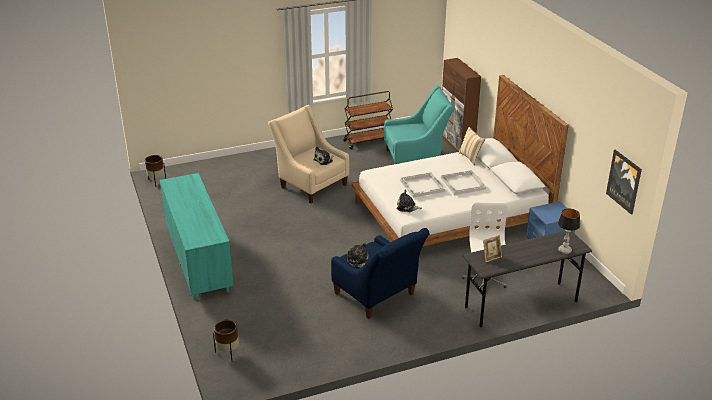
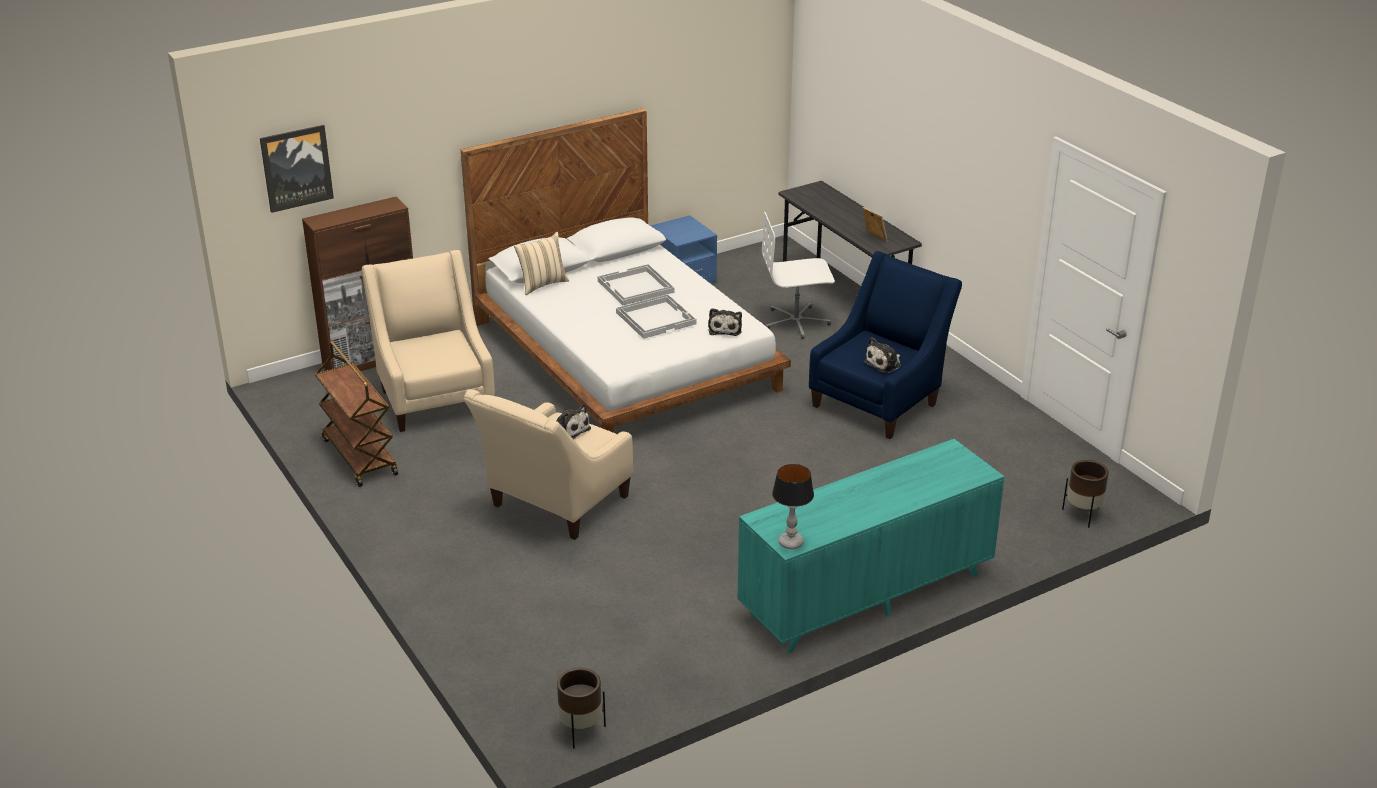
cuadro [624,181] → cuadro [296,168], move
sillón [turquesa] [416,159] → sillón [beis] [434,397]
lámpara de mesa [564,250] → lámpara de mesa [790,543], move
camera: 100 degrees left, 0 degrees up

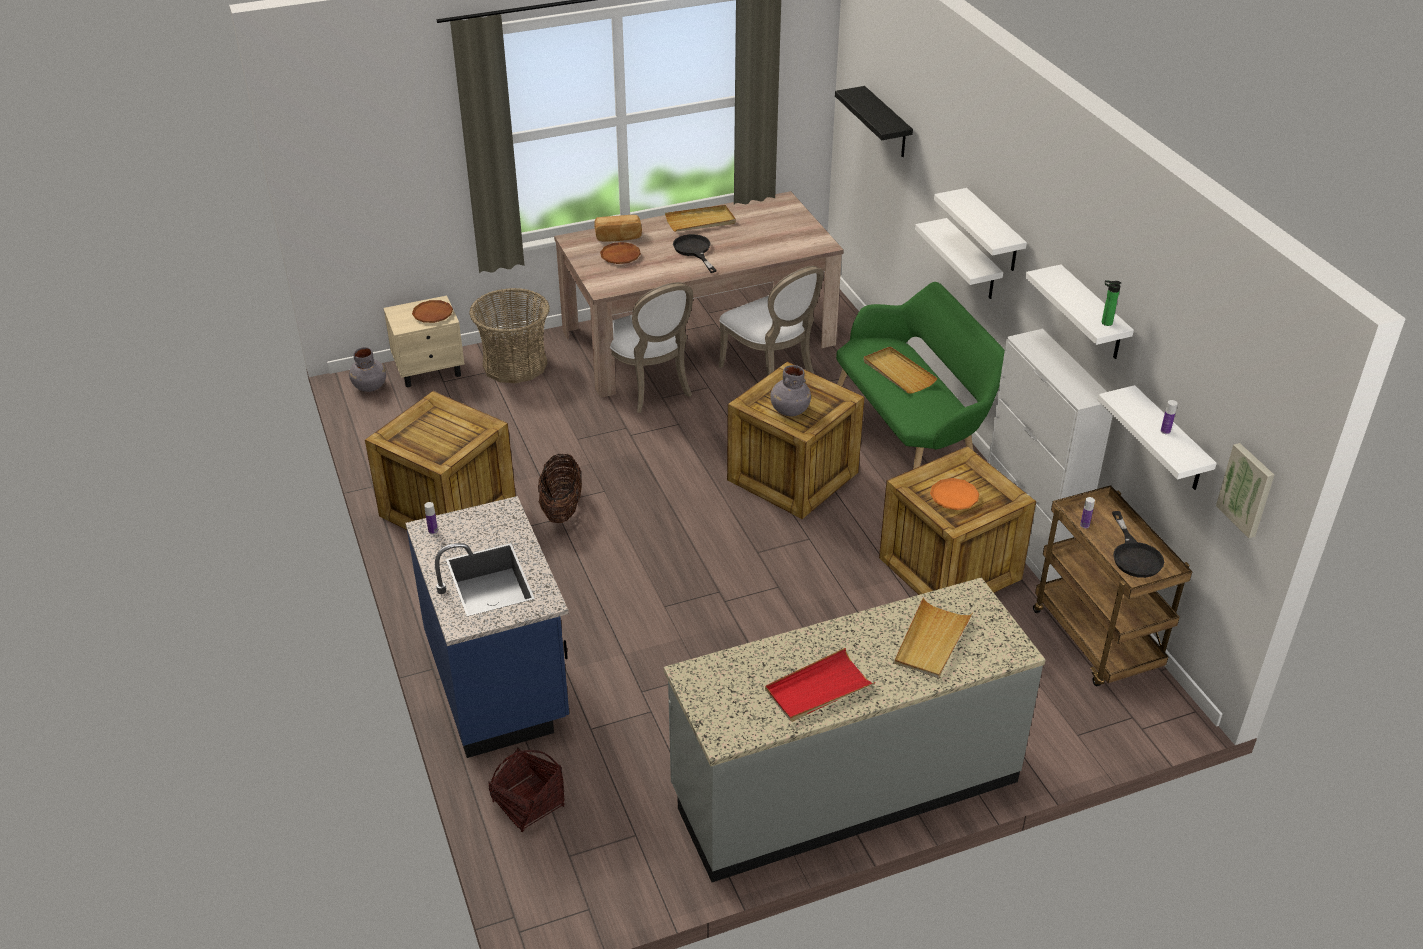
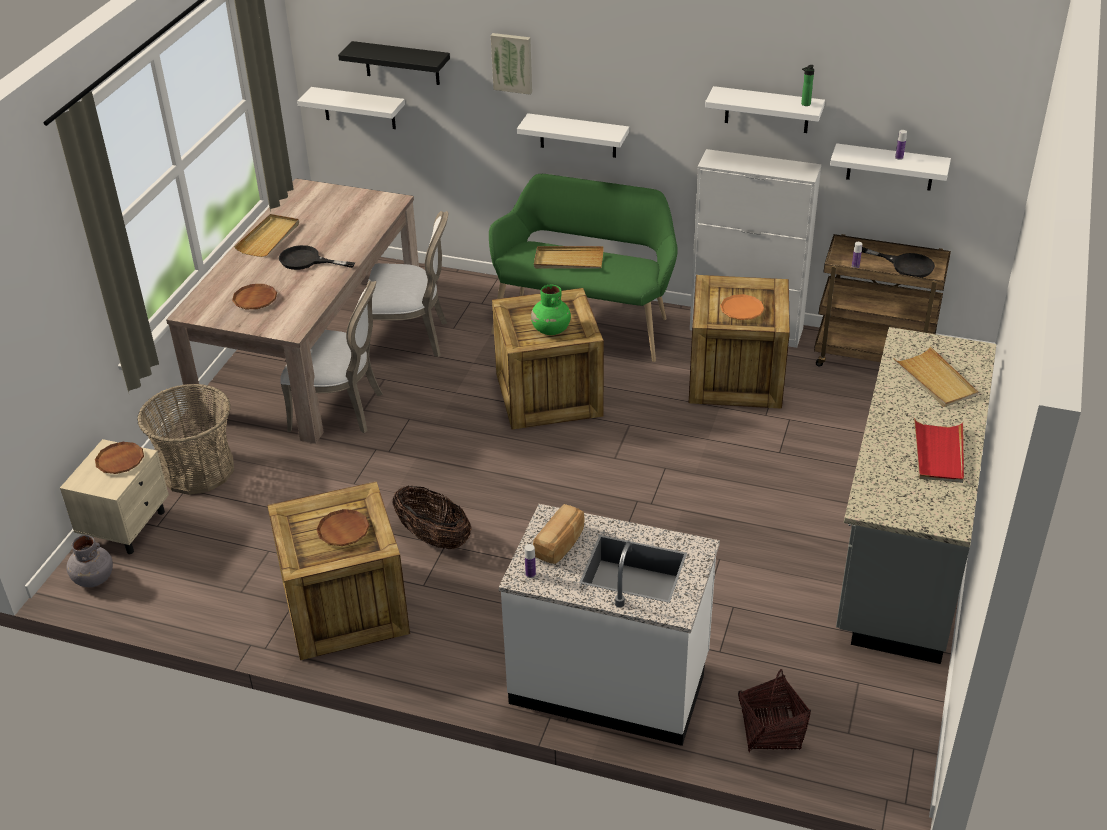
estante [blanco] [993,231] → estante [blanco] [359,108], move
- → plato [marrón] [343,531]
cuadro [1247,489] → cuadro [512,62], move
mueble bajo de cocina [azul] [499,681] → mueble bajo de cocina [blanco] [610,681]
florero [gris] [789,410] → florero [verde] [551,330]
pan [618,237] → pan [561,544], move
camera: 50 degrees left, 0 degrees up

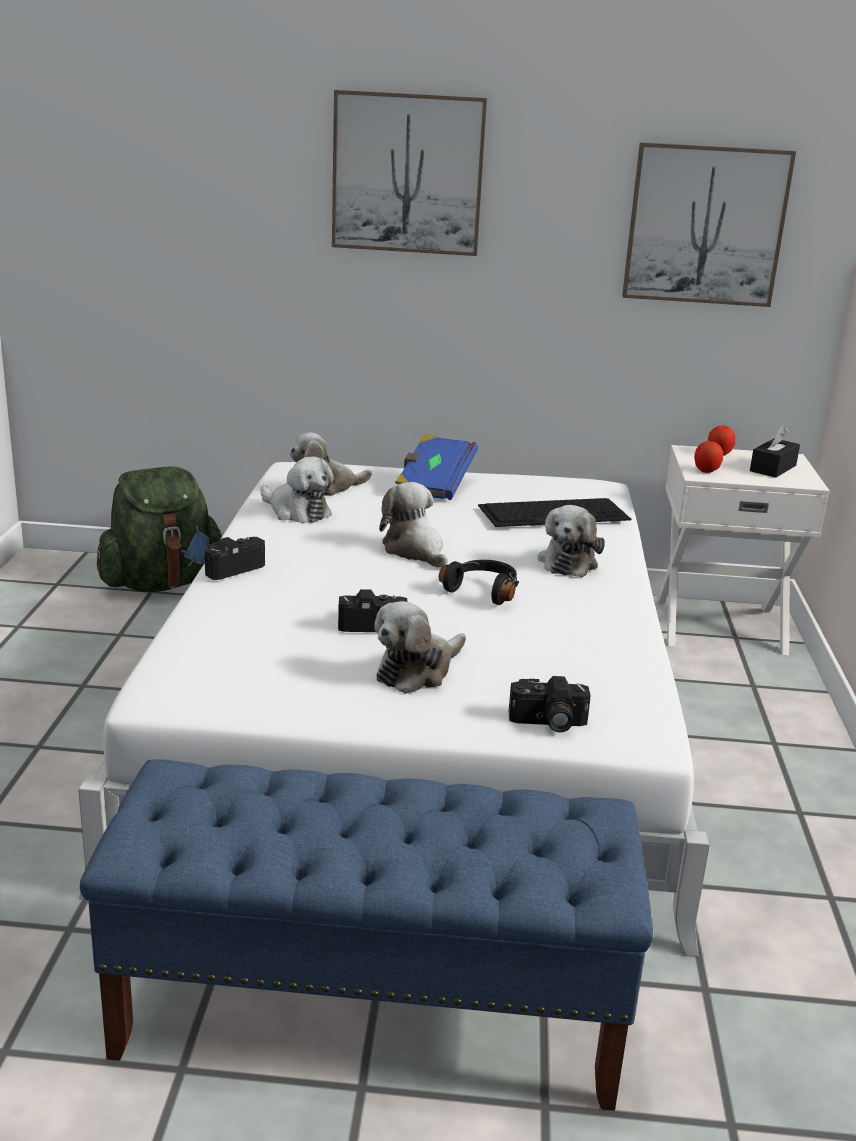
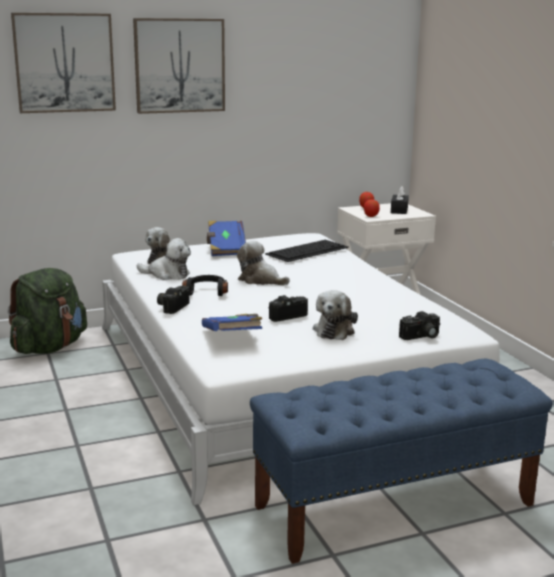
cuadro [705,225] → cuadro [64,63], move
auriculares [negro] [483,590] → auriculares [negro] [206,291], move
- → libro [azul] [233,337]
peluche [569,562] → -
camera: 25 degrees left, 5 degrees down

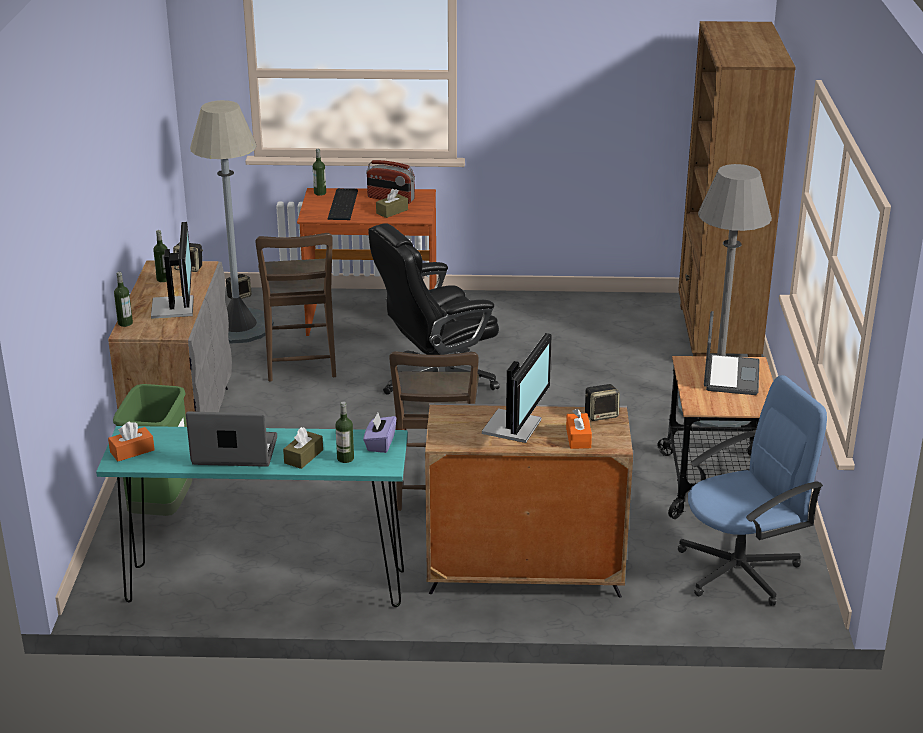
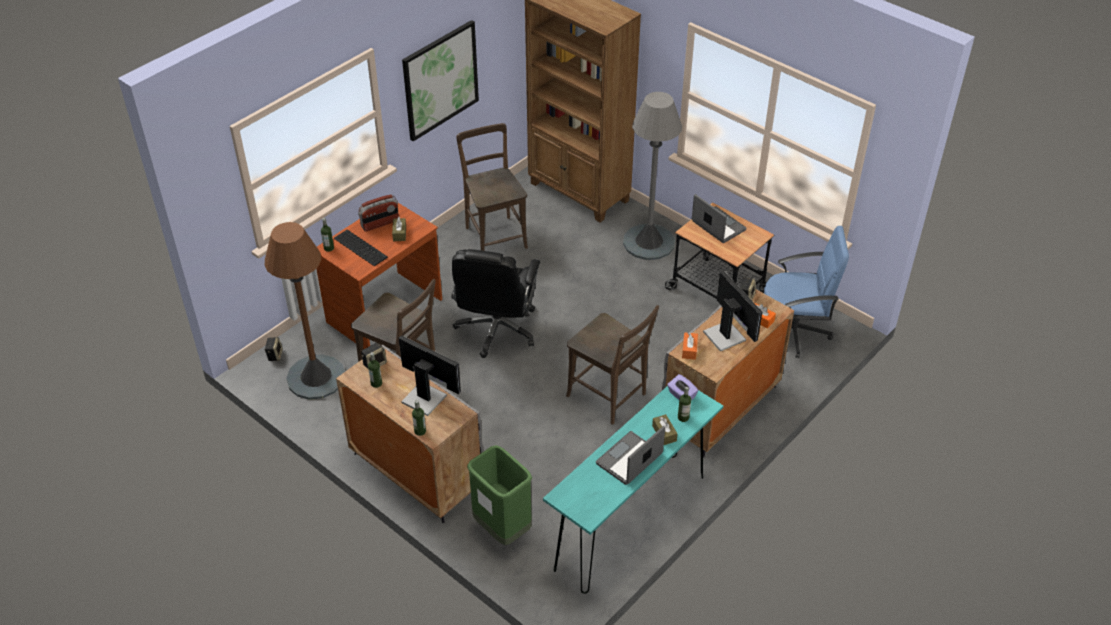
lámpara de pie [gris] [238,326] → lámpara de pie [marrón] [316,377]
- → cuadro [440,80]
- → silla [marrón] [494,235]
caja de pañuelos [naranja] [132,451] → caja de pañuelos [naranja] [689,349], move
silla de oficina [azul] [740,570] → silla de oficina [azul] [794,330], 75 degrees clockwise
camera: 50 degrees left, 15 degrees up

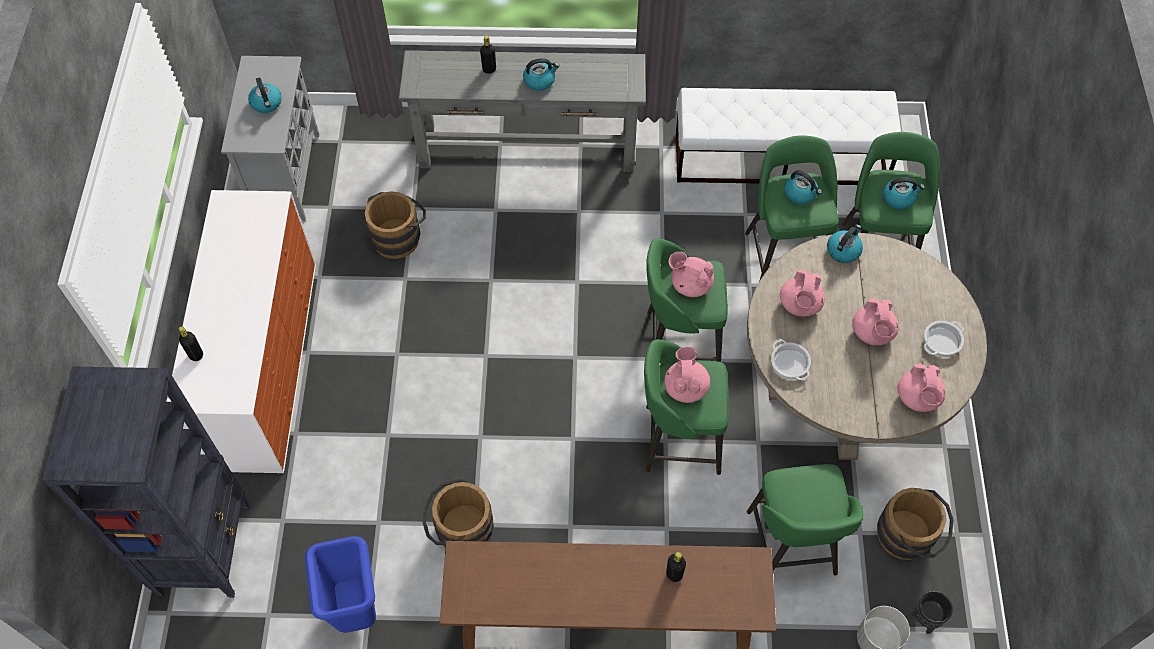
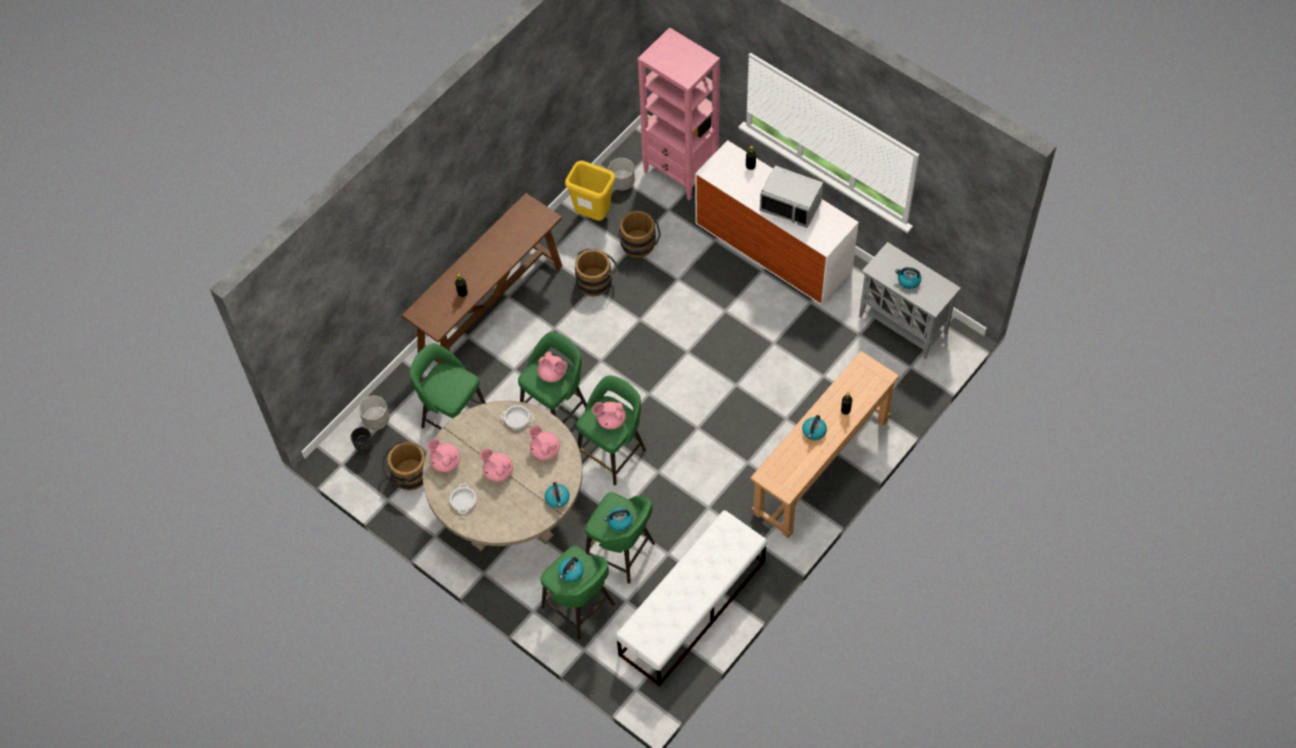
papelera [azul] [356,610] → papelera [amarillo] [593,215]
tetera [rosa] [690,284] → tetera [rosa] [610,420], 150 degrees counterclockwise
- → maceta [gris] [622,182]
cubo [marrón] [399,236] → cubo [marrón] [639,247], move
estantería [negro] [205,548] → estantería [rosa] [681,172]
mesa consola [gris] [527,148] → mesa consola [marrón] [820,466]
- → microondas [gris] [791,205]
camera: 130 degrees right, 0 degrees up

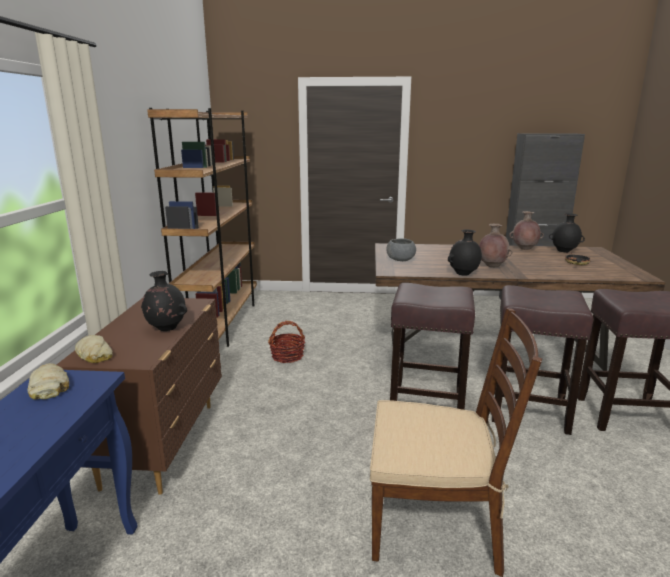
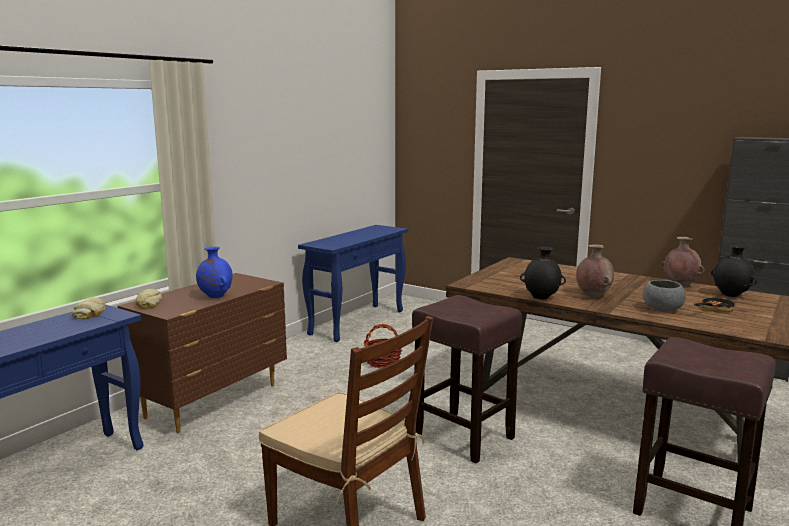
florero [negro] [166,328] → florero [azul] [215,296]
estantería [marrón] [222,323] → mesa consola [azul] [357,322]
cuenco [gris] [400,260] → cuenco [gris] [662,309], move
taburete [marrón] [527,411] → -
camera: 30 degrees right, 5 degrees down

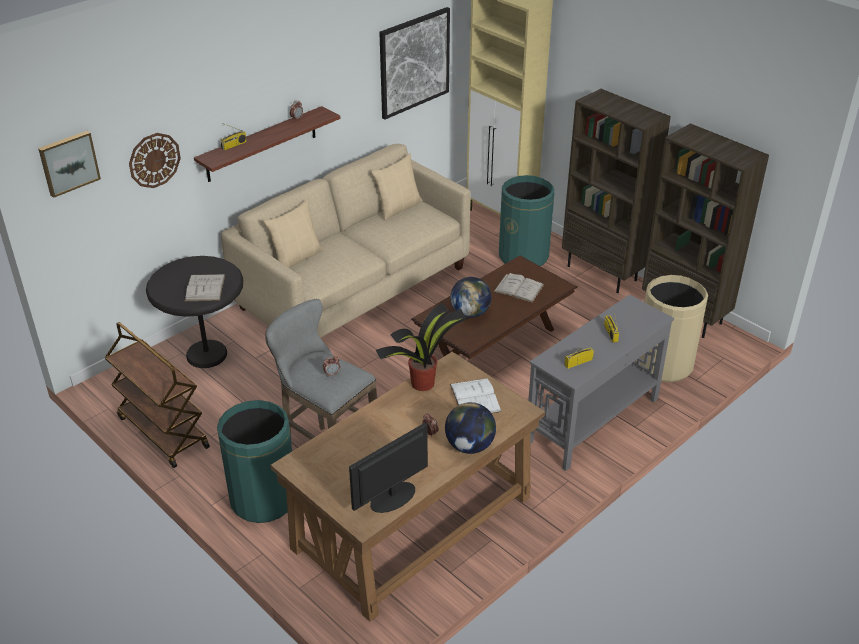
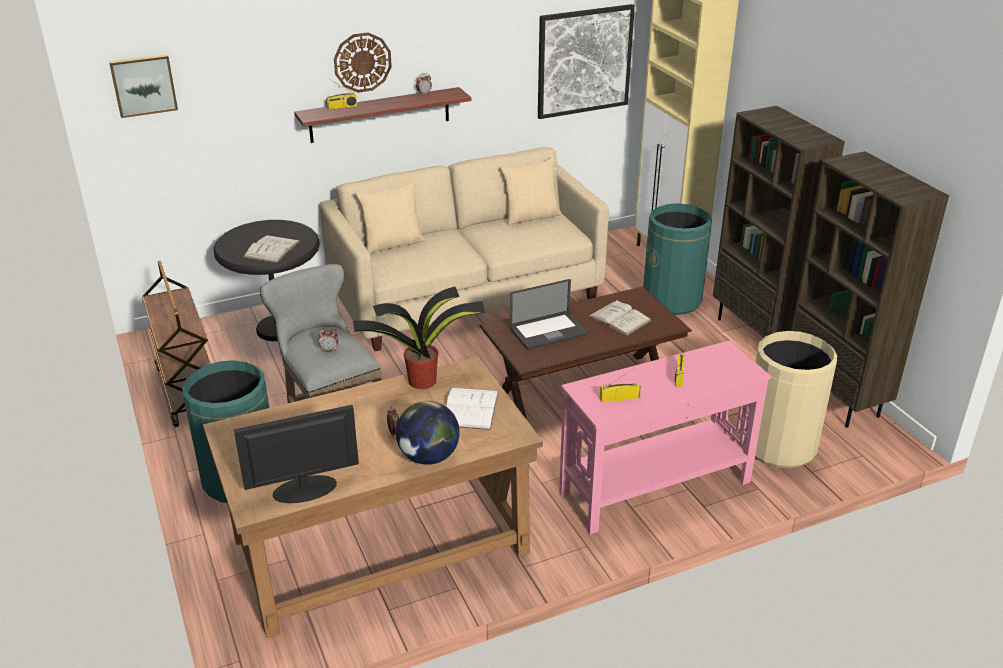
reloj de pared [154,160] → reloj de pared [362,62], move
globo terráqueo [470,313] → portátil [548,332]
mesa consola [gris] [592,421] → mesa consola [rosa] [654,487]
camera: 20 degrees right, 5 degrees down

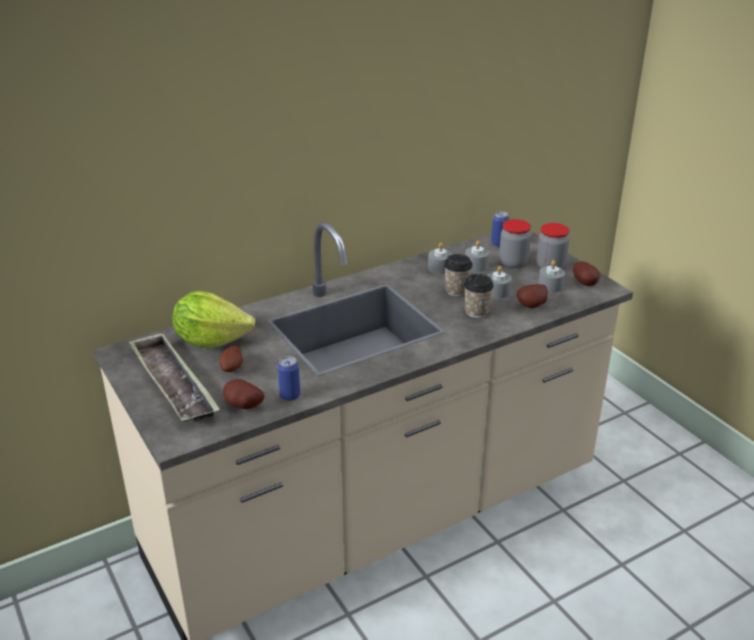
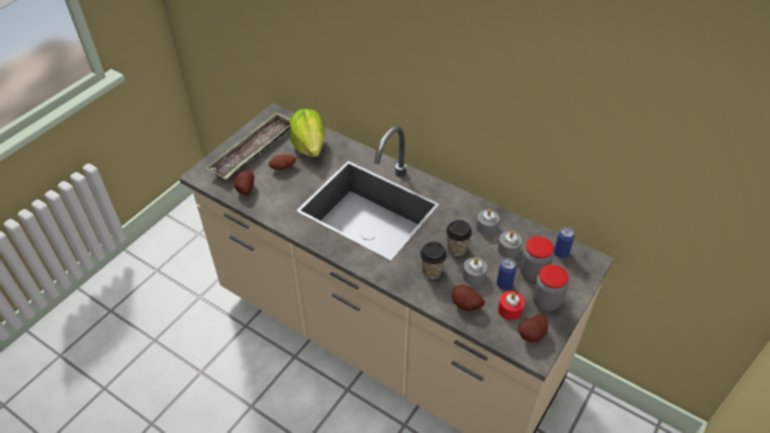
lata [290,396] → lata [504,284], move
vela [gris] [550,286] → vela [rojo] [510,310]
camera: 65 degrees right, 15 degrees up

